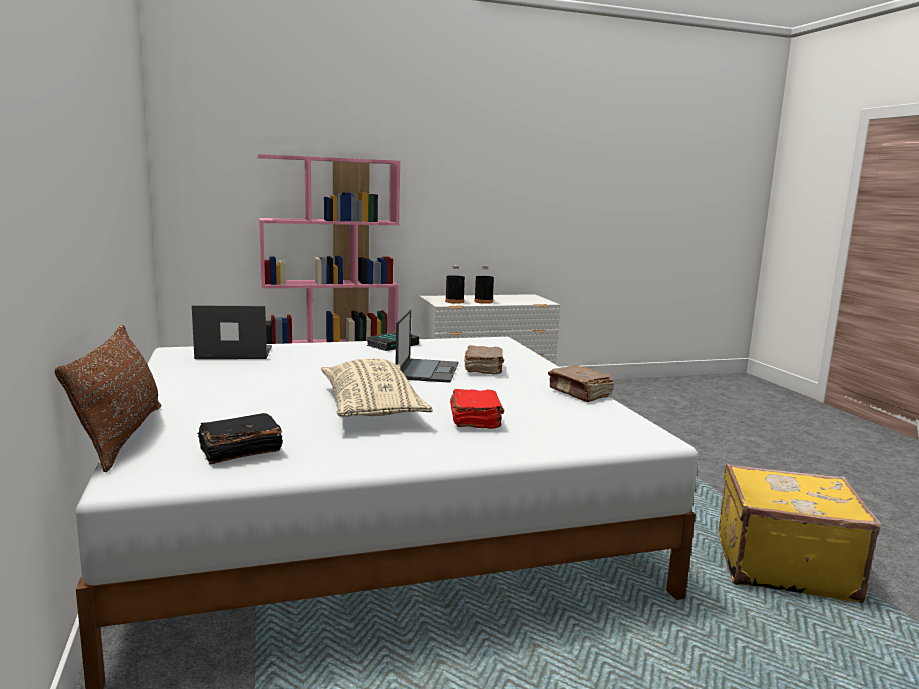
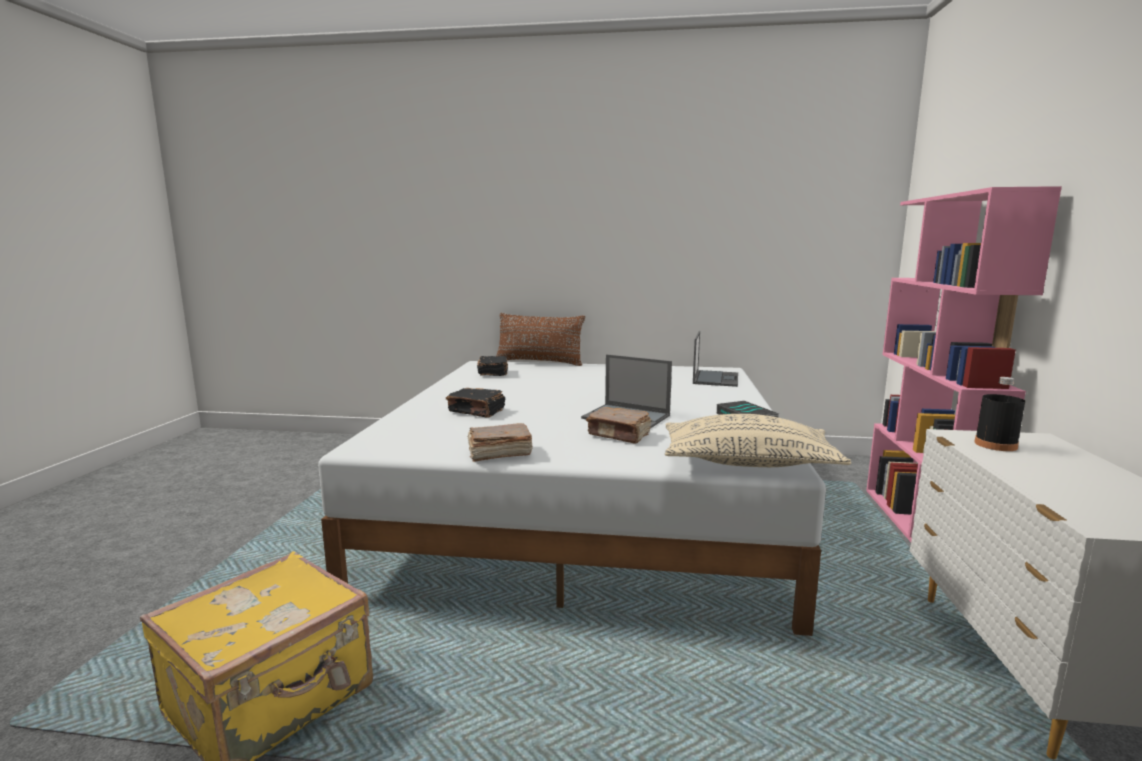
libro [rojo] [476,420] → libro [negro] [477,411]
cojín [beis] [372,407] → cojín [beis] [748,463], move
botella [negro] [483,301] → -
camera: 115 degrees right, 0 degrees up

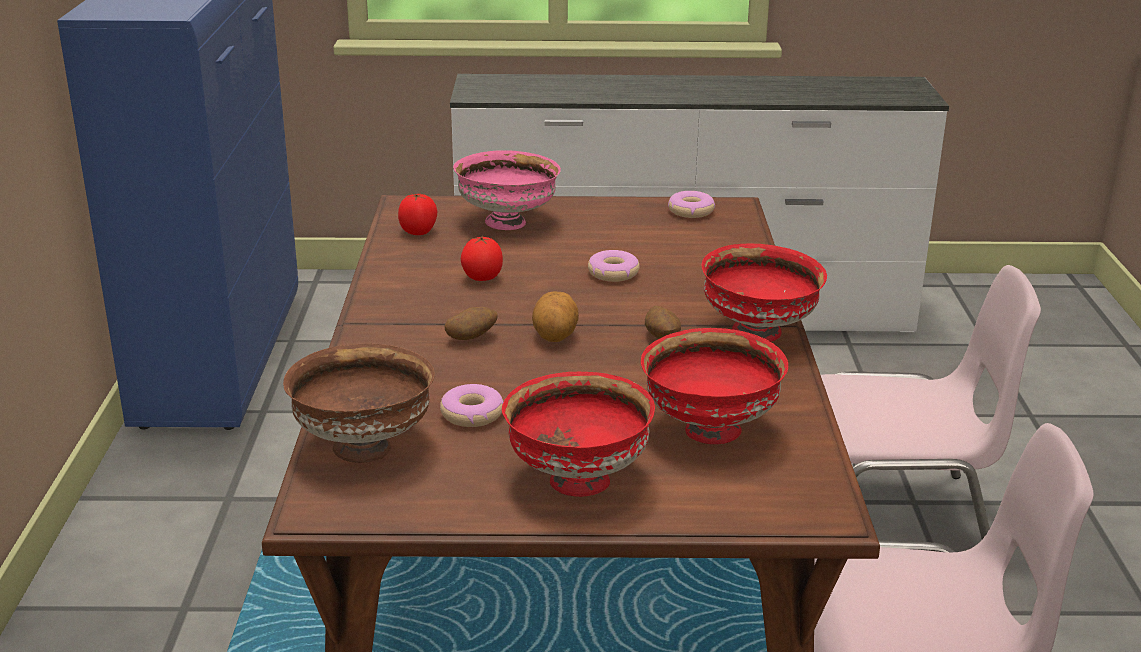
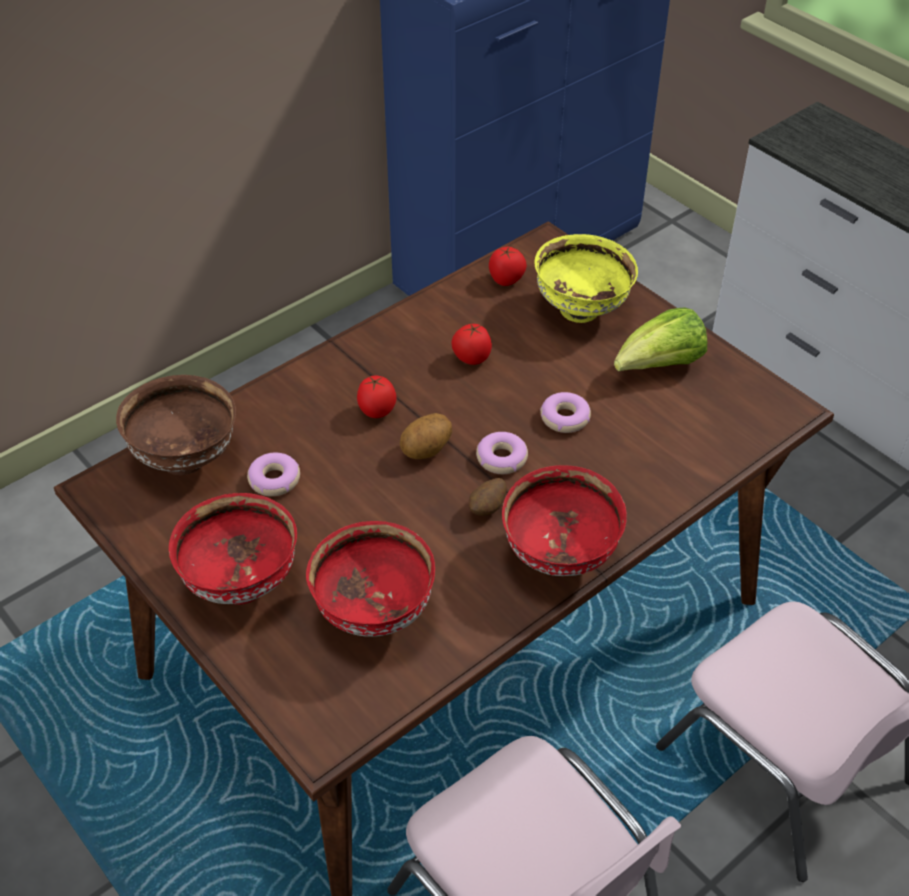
patata [471,338] → tomate [376,412]
rosquilla [690,211] → rosquilla [501,458], move
cuenco [rosa] [507,222] → cuenco [amarillo] [581,310]
- → lechuga [660,366]
camera: 50 degrees right, 20 degrees up

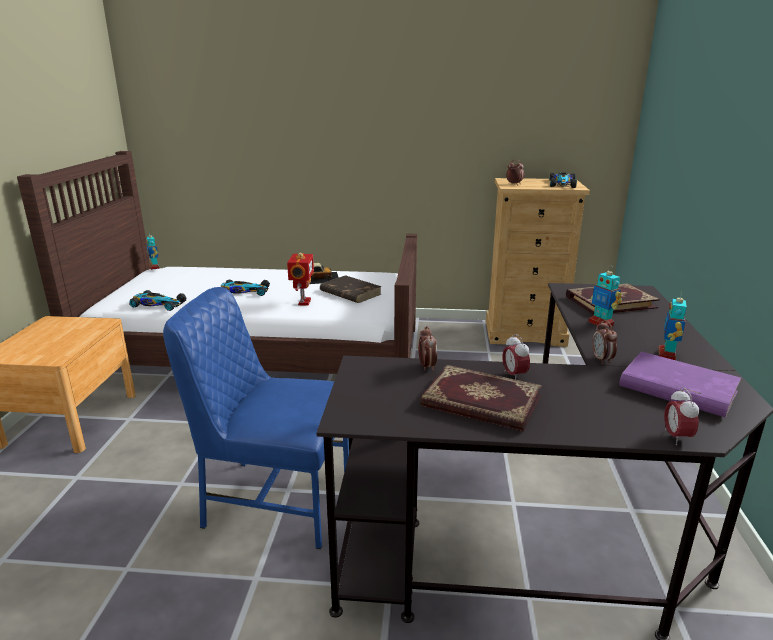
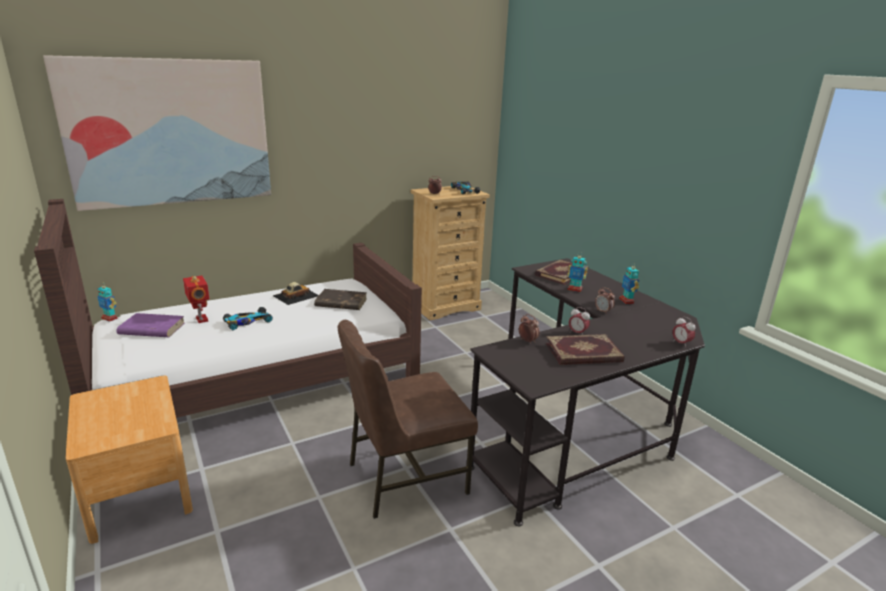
- → cuadro [170,133]
libro [morado] [676,389] → libro [morado] [151,329], move
robot de juguete [303,302] → robot de juguete [200,319], move
silla [azul] [276,499] → silla [marrón] [405,477]
coche de juguete [157,304] → -
camera: 35 degrees left, 0 degrees up

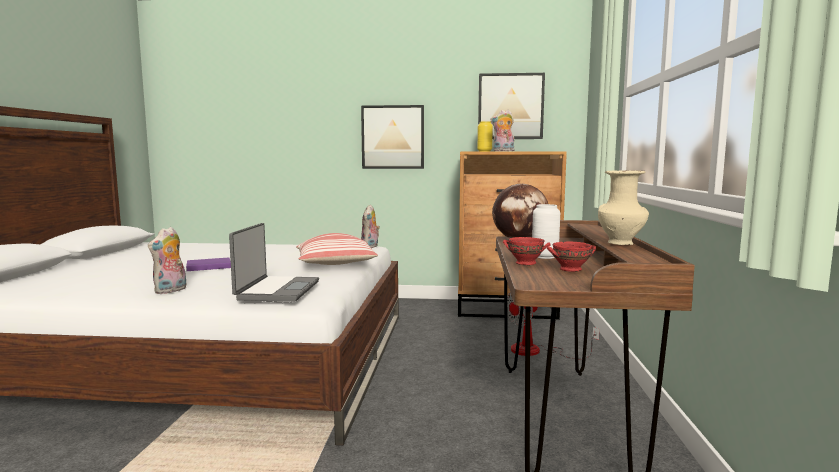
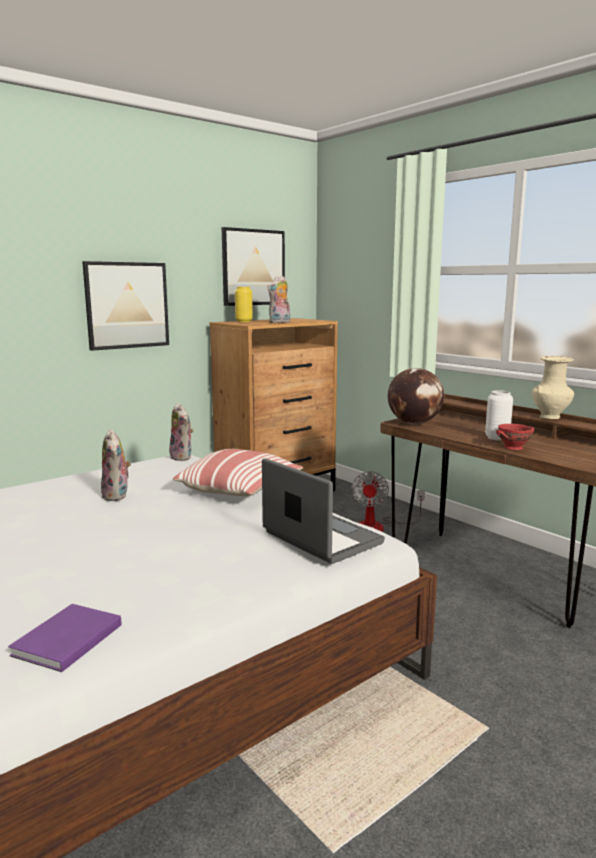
libro [morado] [207,266] → libro [morado] [64,641], move
peluche [171,291] → peluche [117,496], move
cuenco [rojo] [569,269] → -
camera: 45 degrees left, 5 degrees up

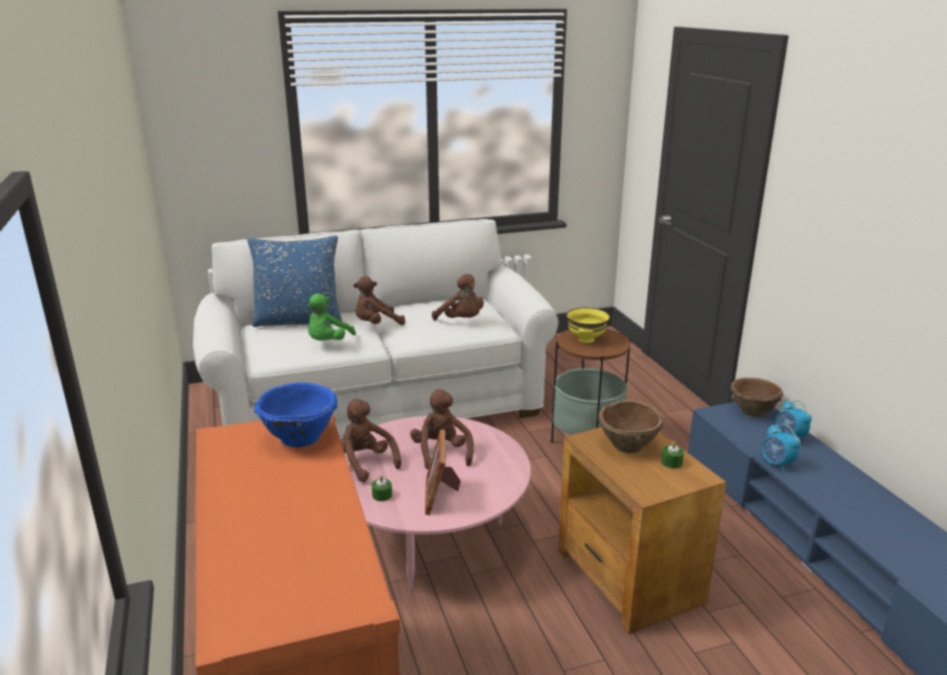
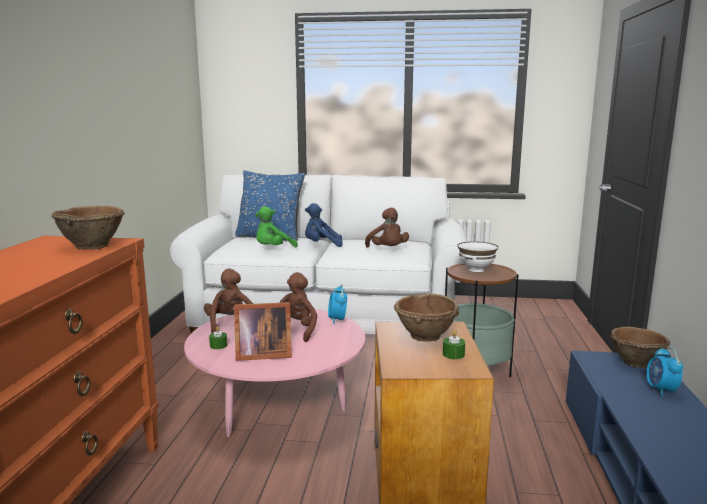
cuenco [azul] [299,437] → cuenco [marrón] [92,246]
portarretratos [441,494] → portarretratos [261,354], 120 degrees counterclockwise
peluche [marrón] [376,324] → peluche [azul] [321,245]
despertador [776,464] → despertador [337,320], move
cuenco [amarillo] [586,340] → cuenco [blanco] [476,270]
camera: 25 degrees right, 10 degrees down

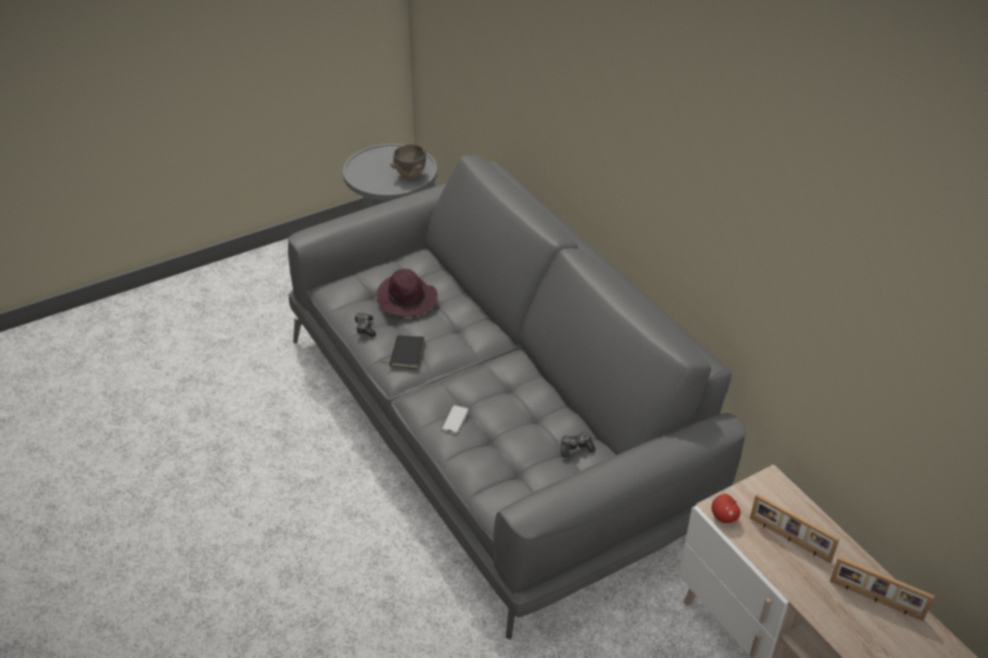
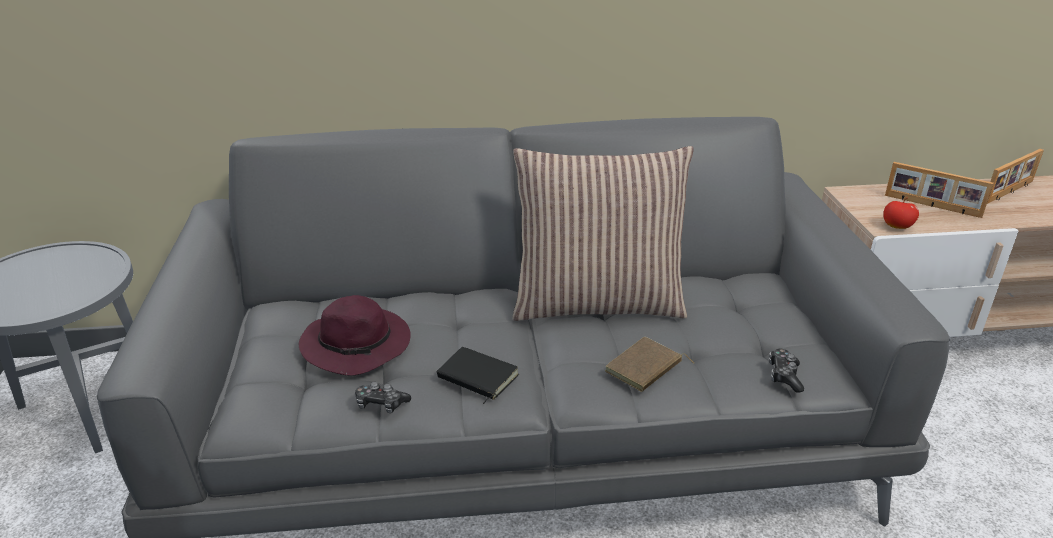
- → cojín [597,303]
móvil [455,419] → libro [marrón] [645,368]
mando de consola [576,448] → mando de consola [784,376], move
portarretratos [789,540] → portarretratos [932,206], 60 degrees clockwise
cuenco [marrón] [410,176] → -
camera: 65 degrees left, 10 degrees down

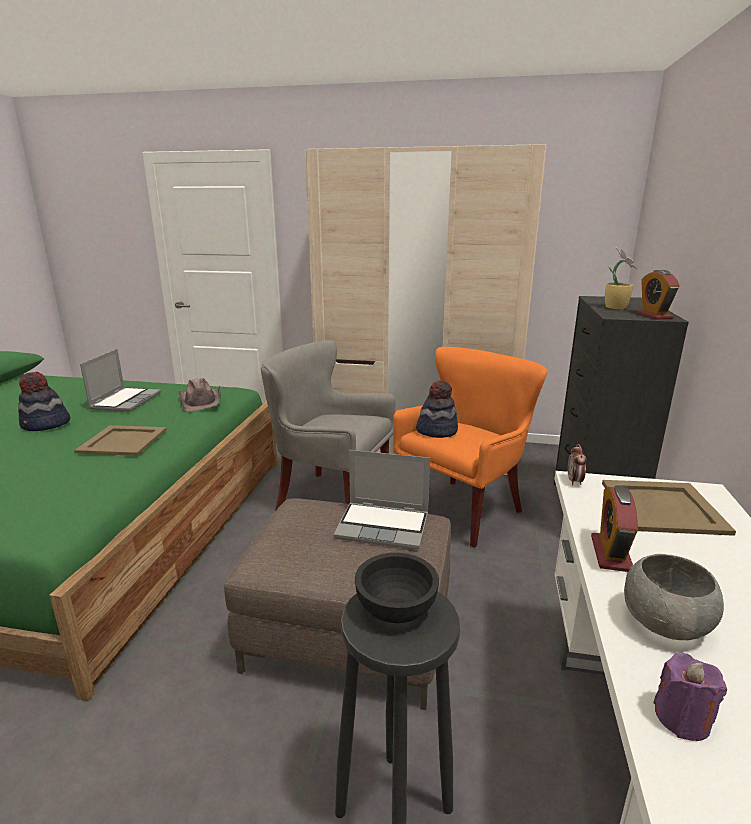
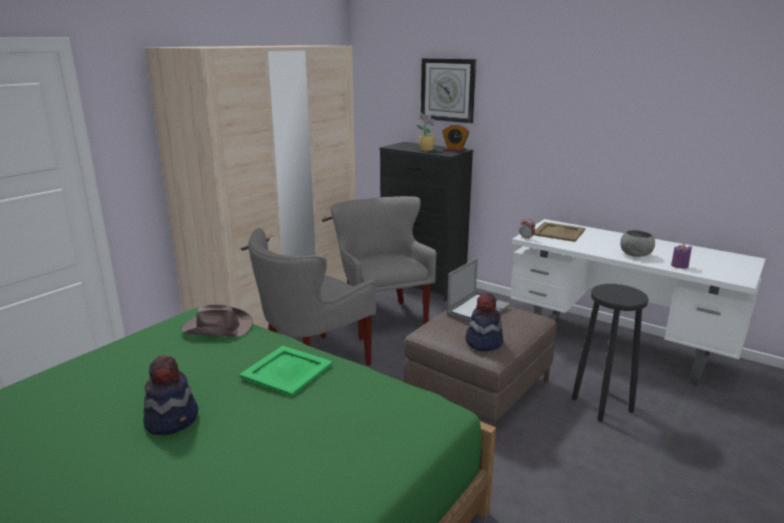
bandeja [beis] [122,441] → bandeja [verde] [287,371]
sillón [naranja] [464,510] → sillón [gris] [383,318]
- → reloj de pared [448,90]
sombrero [437,430] → sombrero [483,342], move
portátil [126,401] → -
cuenco [negro] [395,608] → -
despertador [611,554] → -
camera: 65 degrees left, 0 degrees up

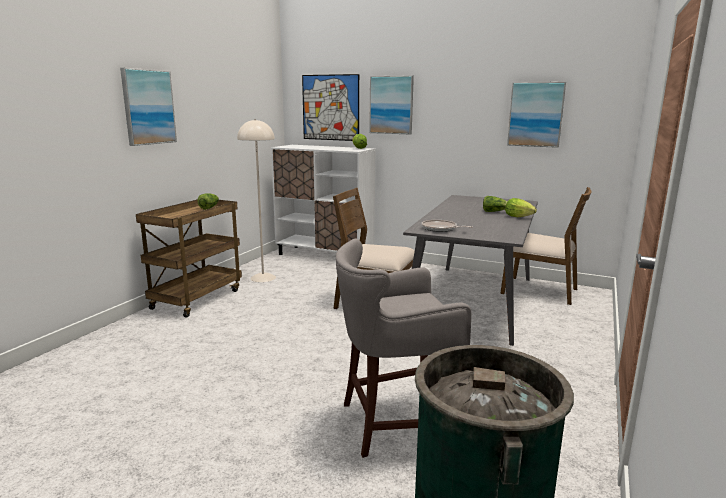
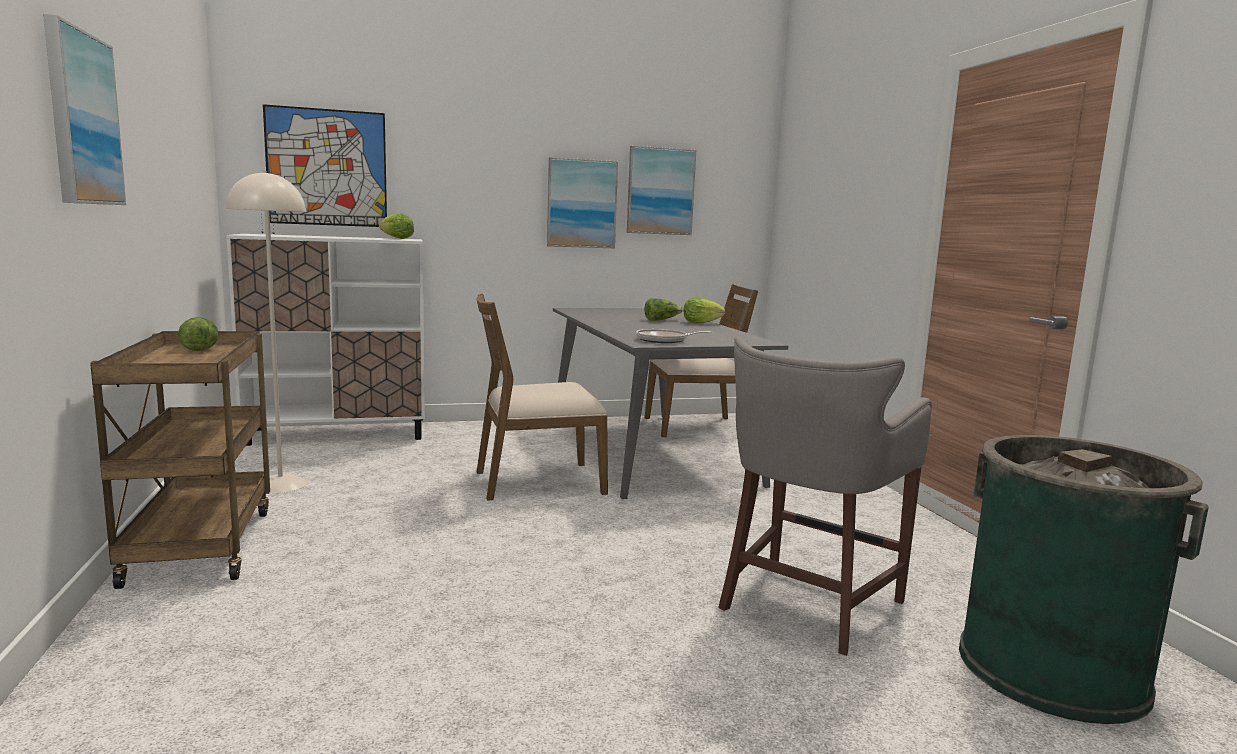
cuadro [391,105] → cuadro [581,203], move
camera: 40 degrees left, 5 degrees down

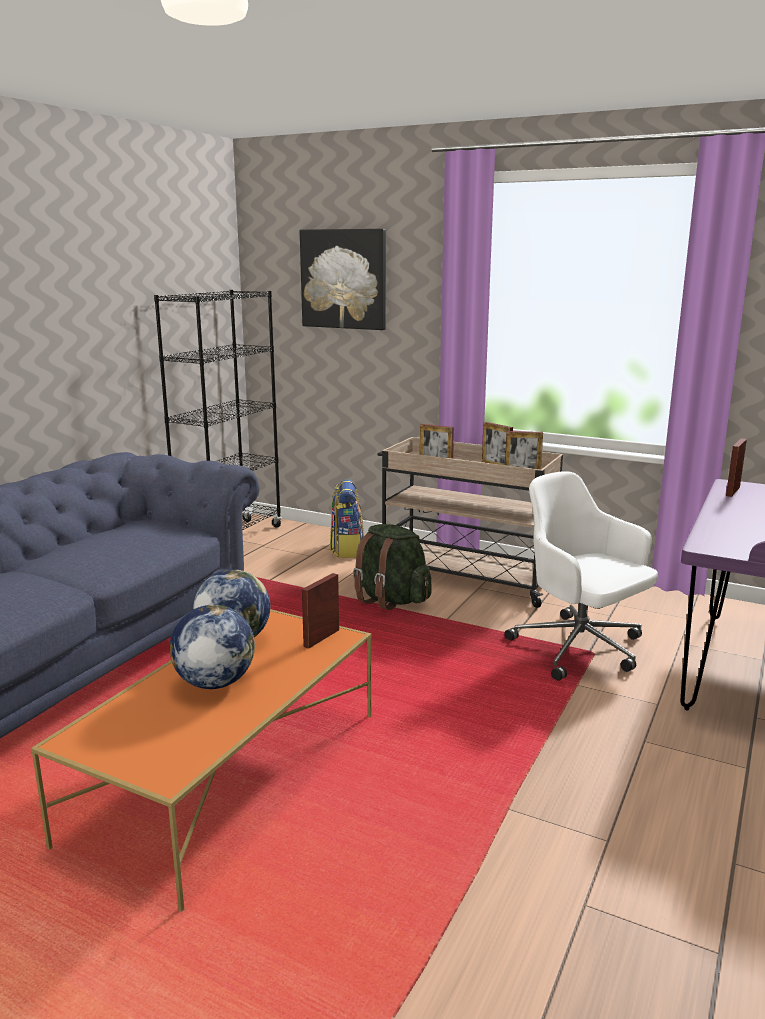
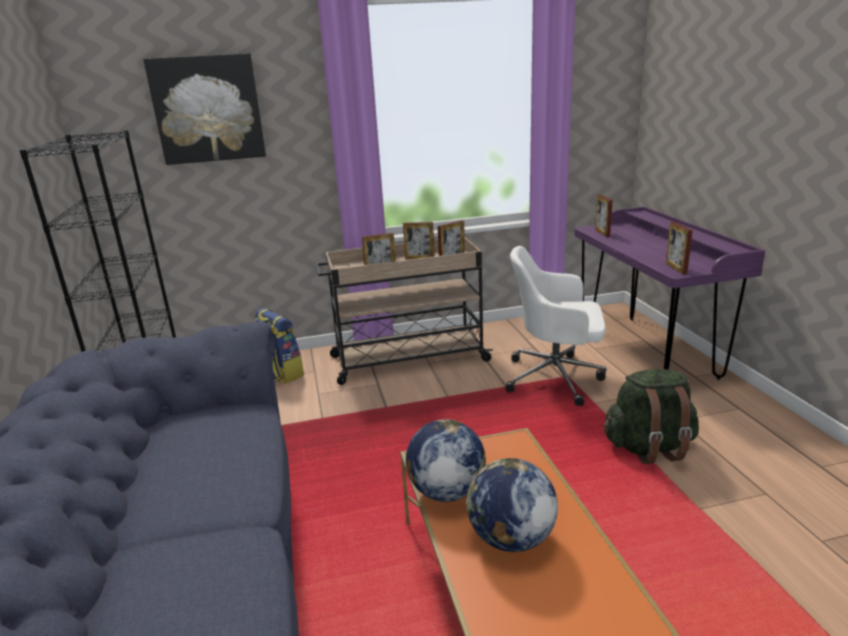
mochila [verde] [391,600] → mochila [verde] [649,447], move
portarretratos [321,638] → portarretratos [676,268], move
camera: 40 degrees left, 5 degrees up

